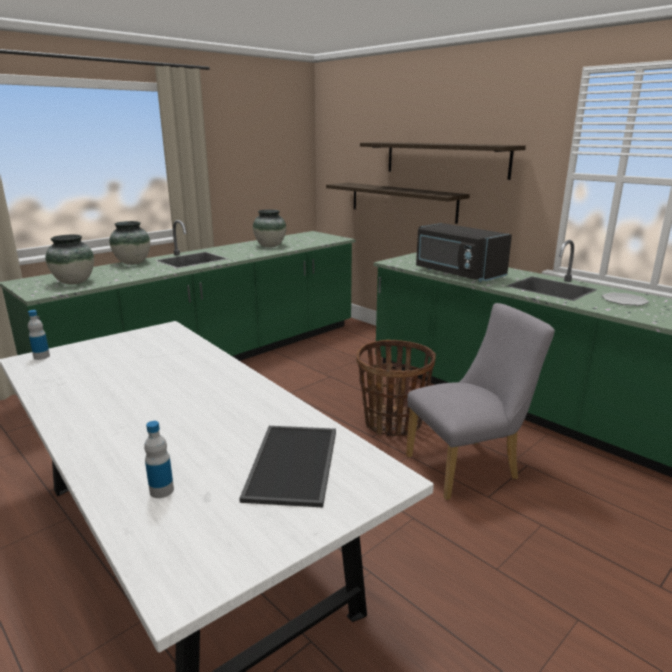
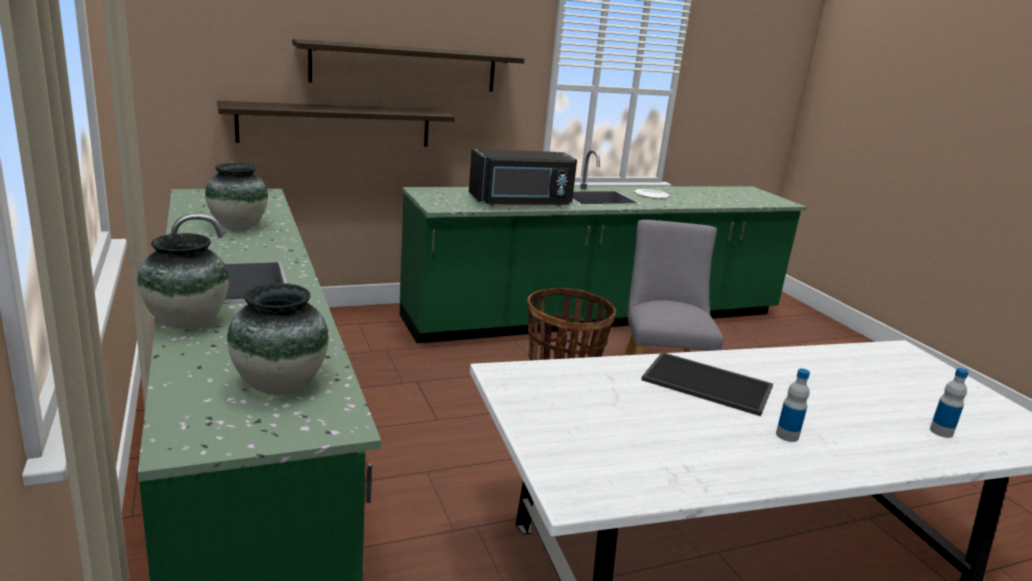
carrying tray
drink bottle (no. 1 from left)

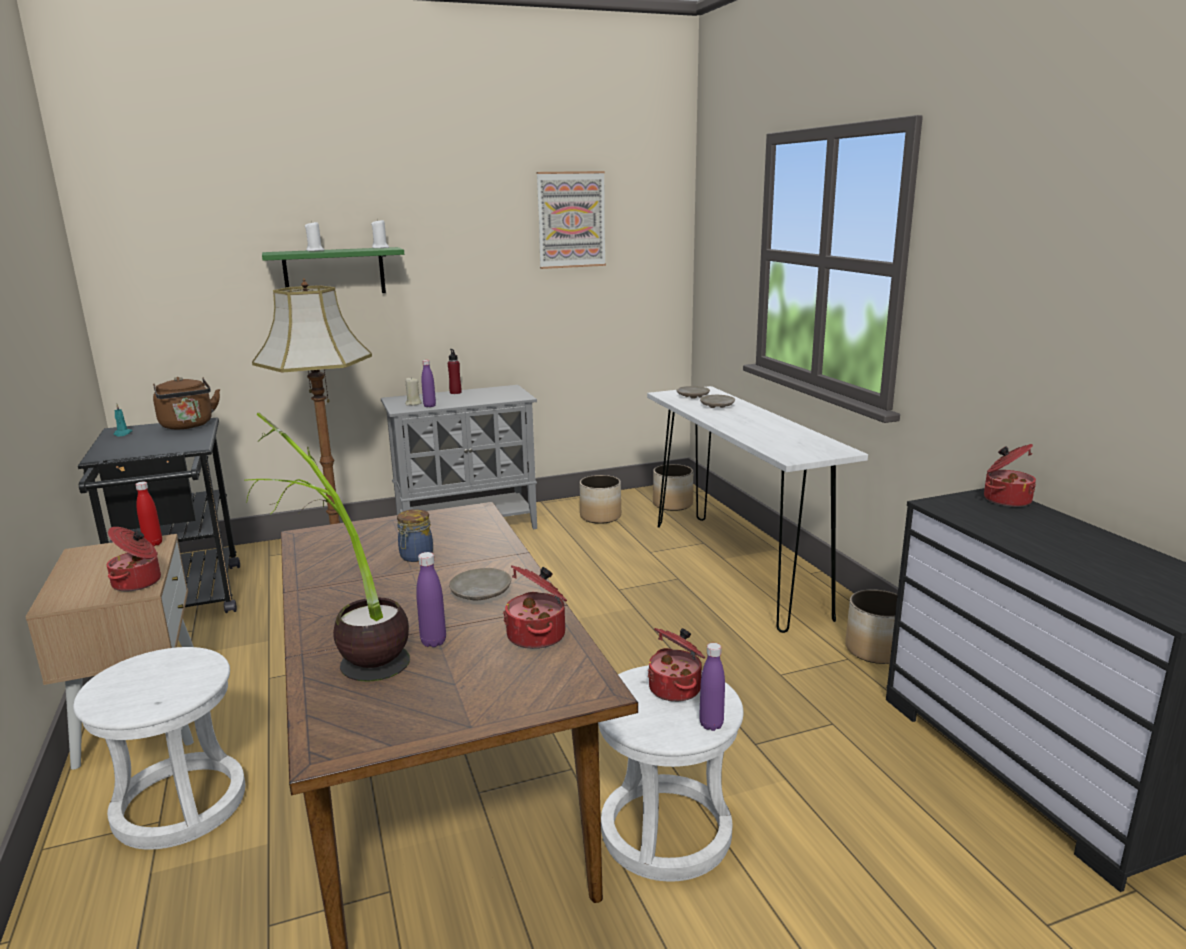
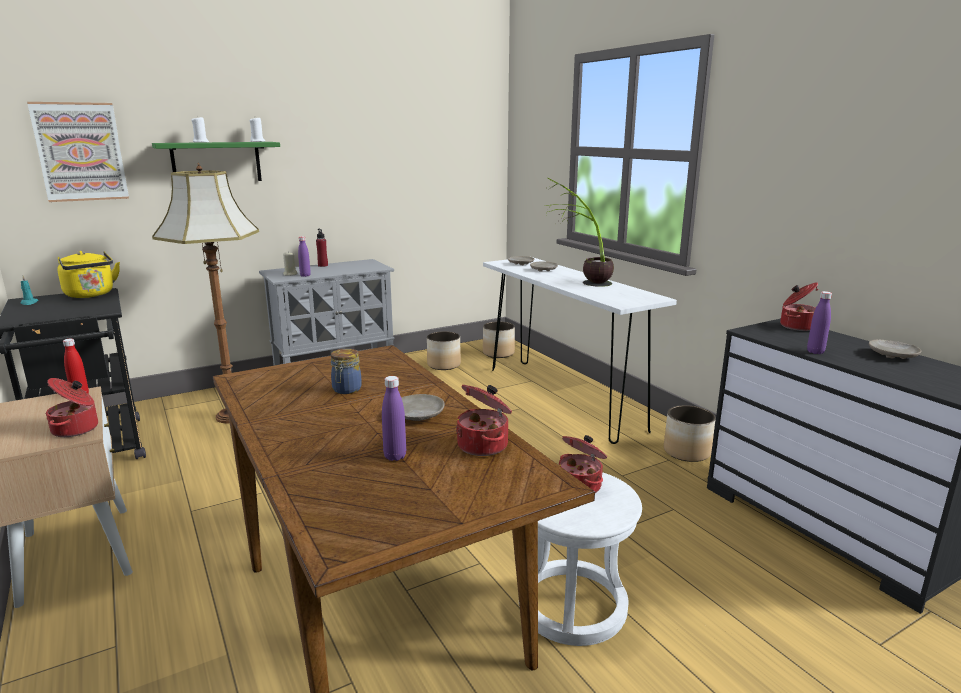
wall art
kettle (yellowish)
potted plant
drink bottle (purple-coloured) (no. 3 from left)
flat dish (beige) (no. 4 from left)
stool (whitish) (no. 1 from left in the first image)

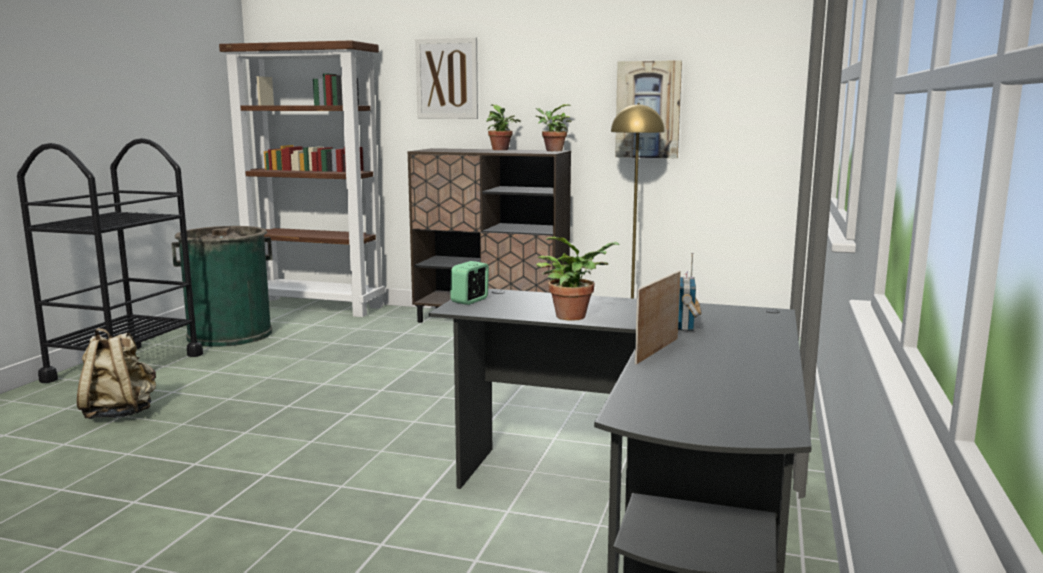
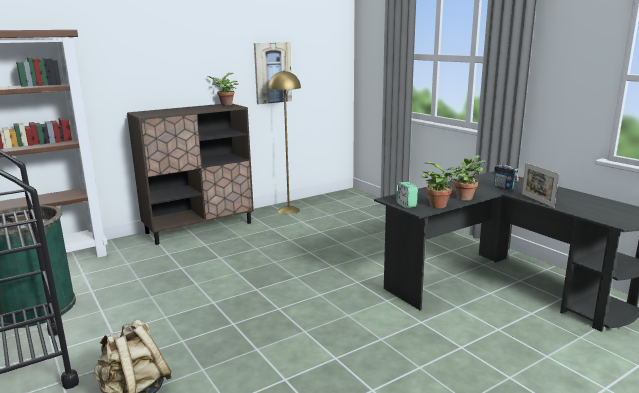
potted plant (no. 2 from left)
wall art (no. 1 from left in the first image)

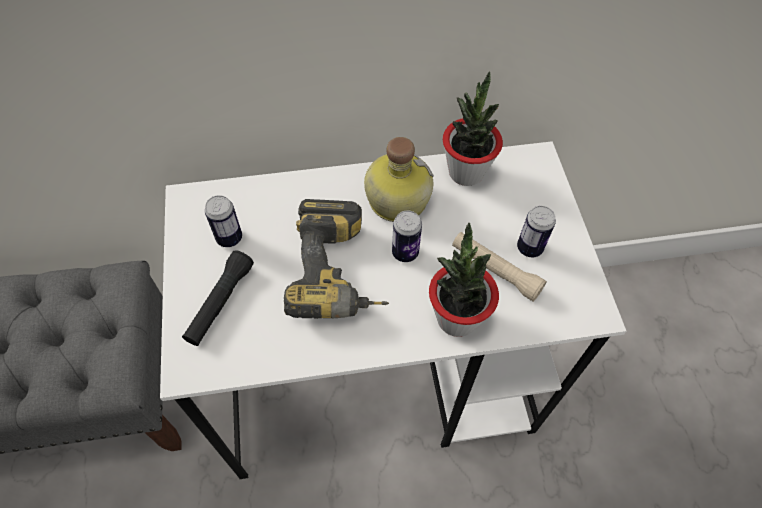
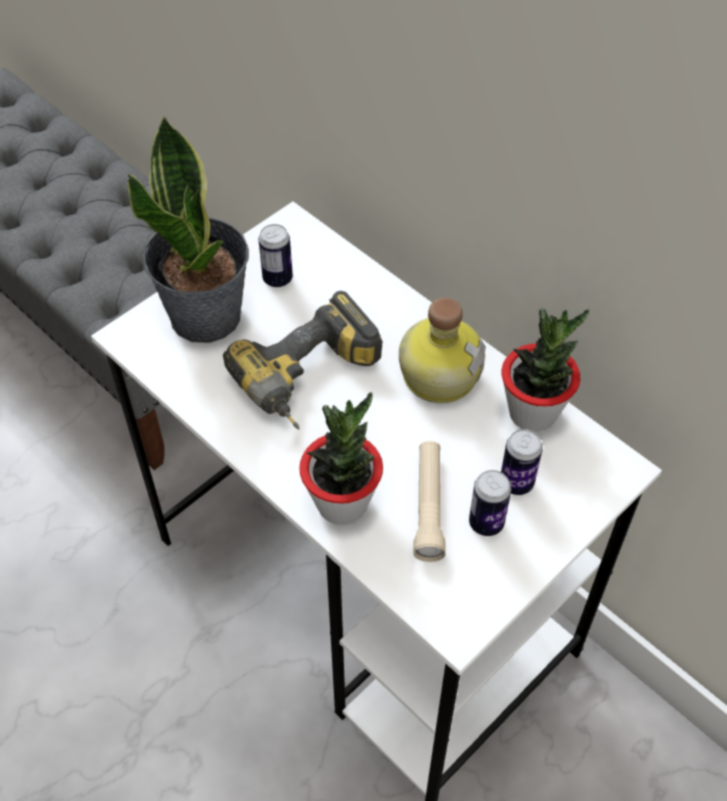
potted plant (no. 1 from left)
metal can (no. 3 from left)

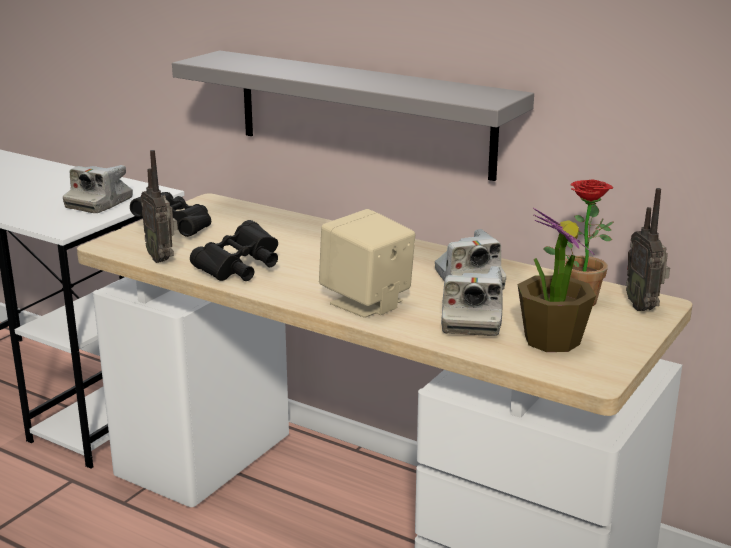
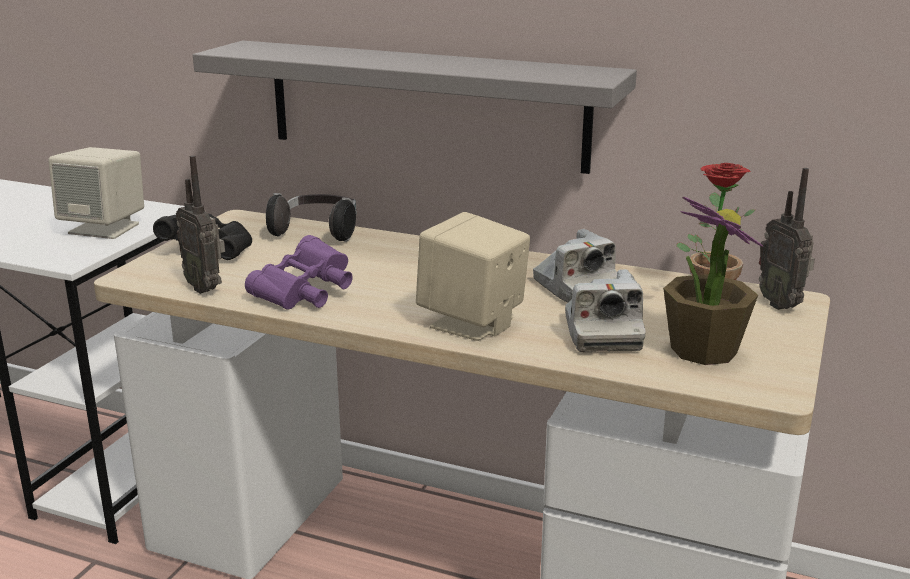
speaker (beige) (no. 1 from left)
binoculars (purple-coloured)
headset

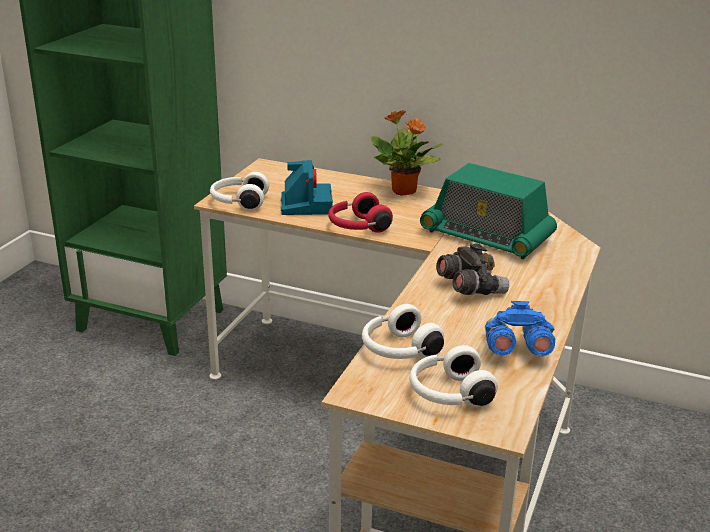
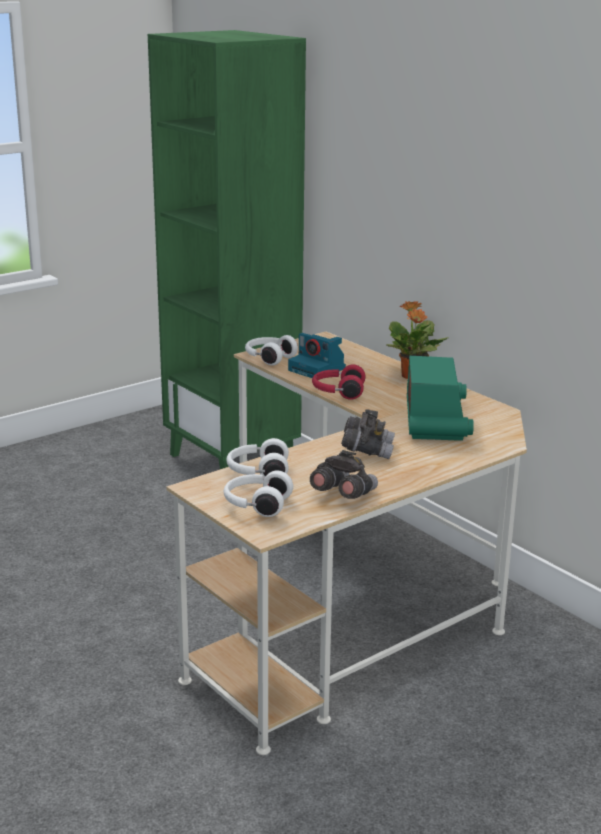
still camera
binoculars (greyish) (no. 1 from left)
radio set

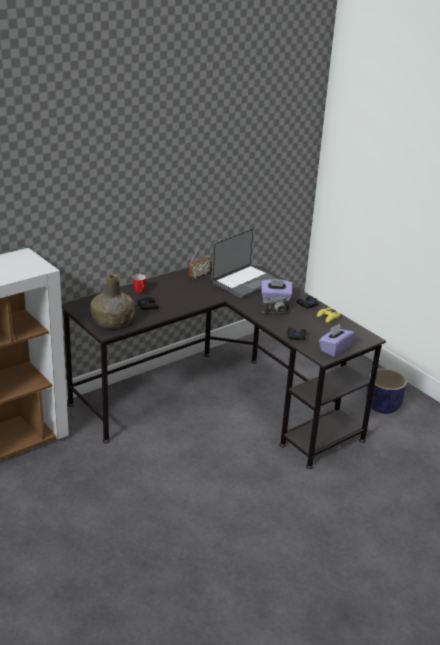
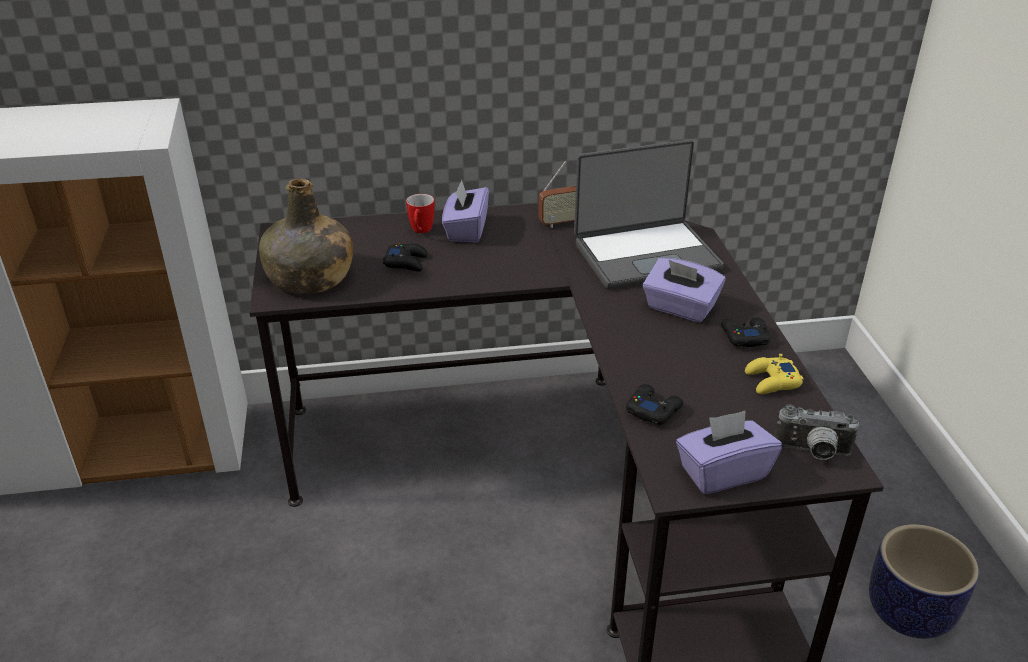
box of tissues (purple-coloured) (no. 1 from left)
still camera

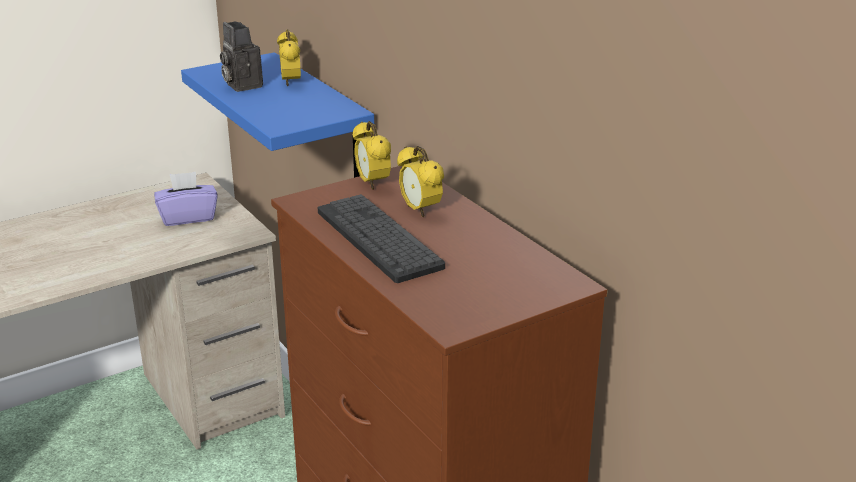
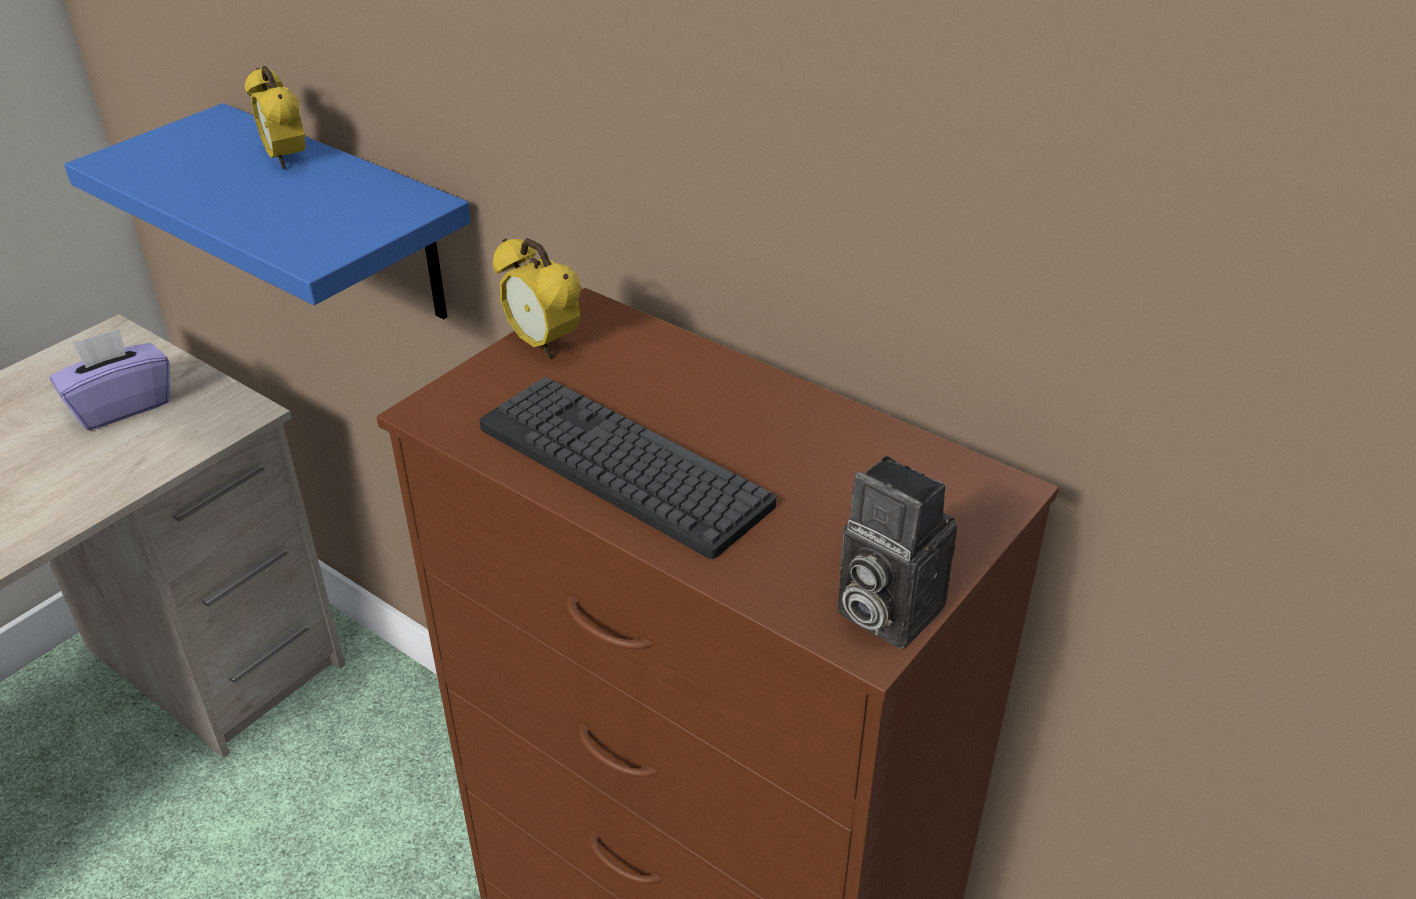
still camera
alarm clock (no. 3 from left in the first image)

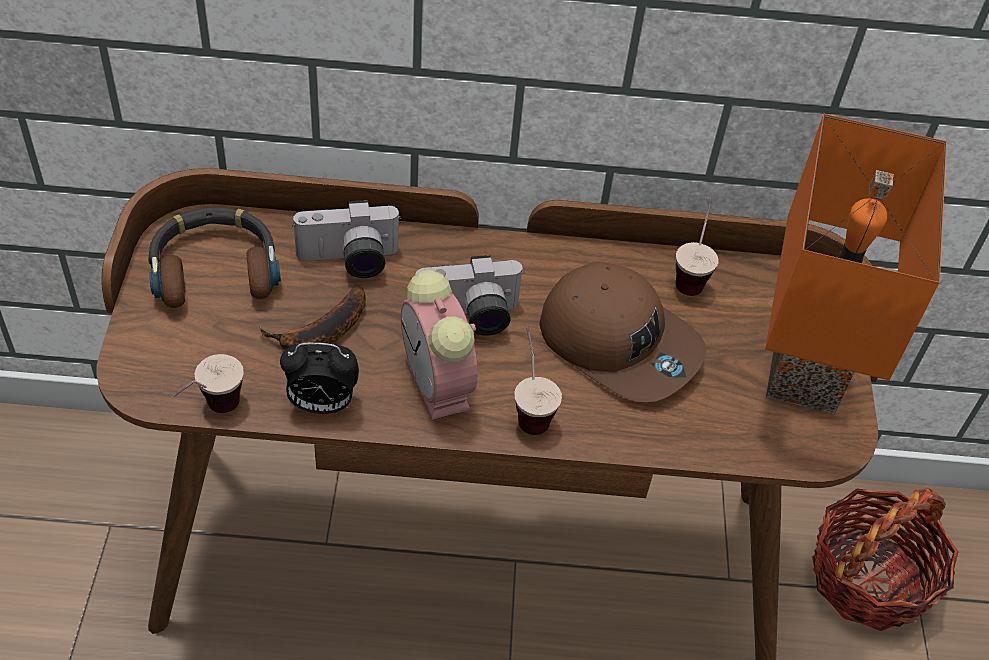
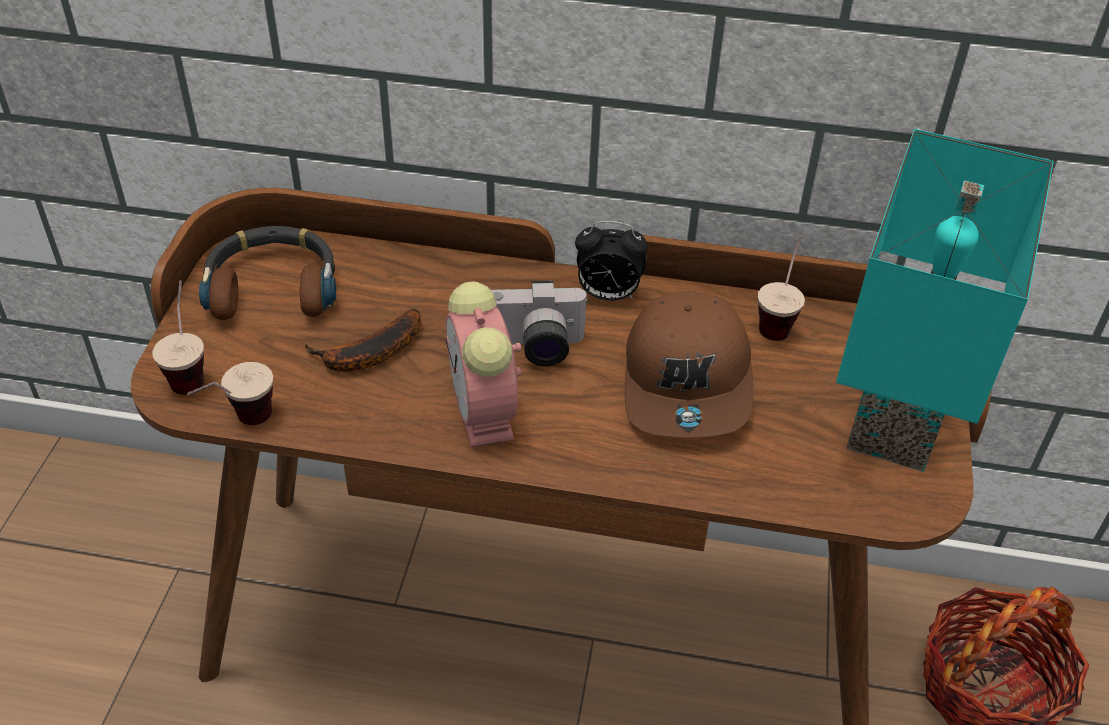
drinking cup (no. 1 from left)
alarm clock (no. 2 from left)
cap (brown-coloured)
lamp for a table (blue-green)
still camera (no. 1 from left in the first image)

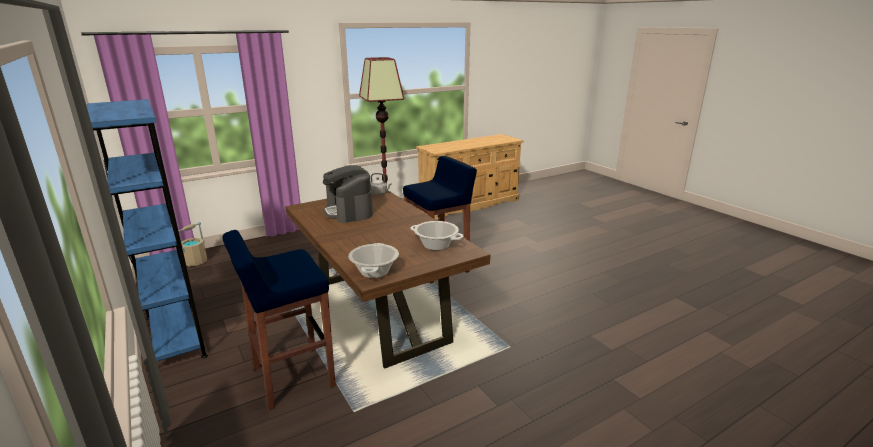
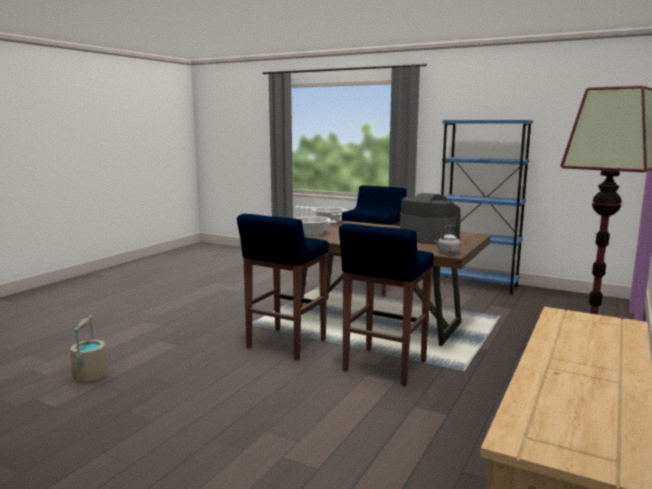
water bucket (beige)
stool (blue-coloured) (no. 1 from left)

